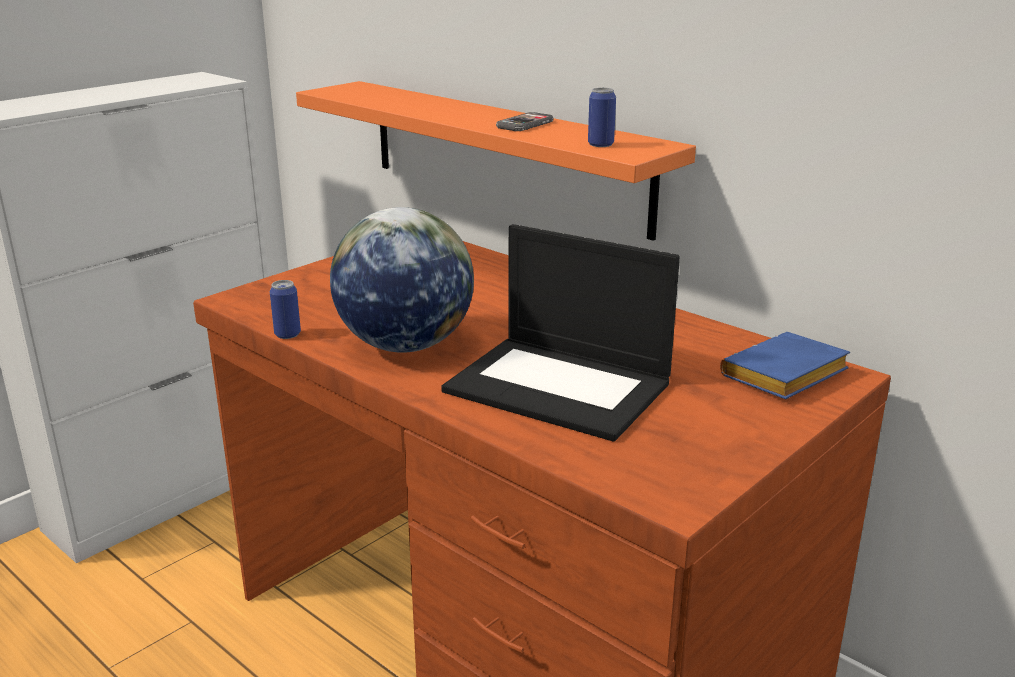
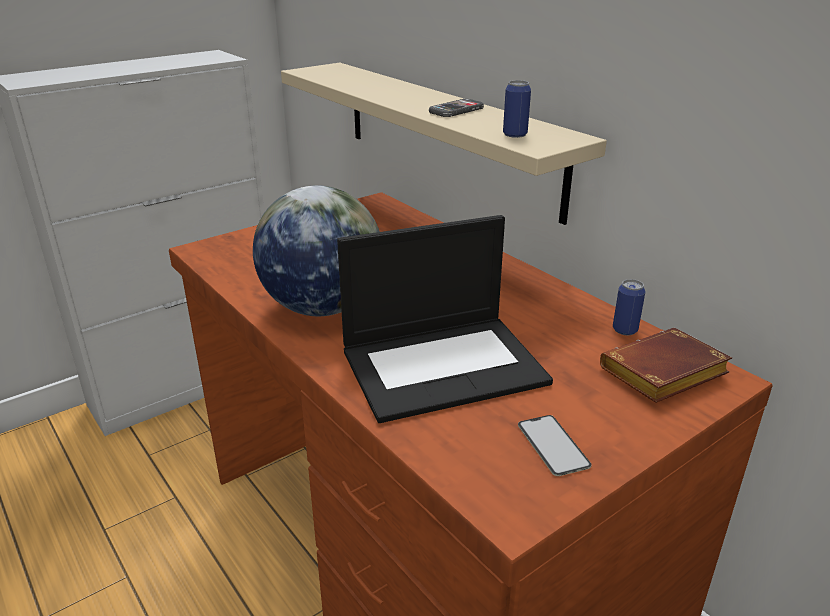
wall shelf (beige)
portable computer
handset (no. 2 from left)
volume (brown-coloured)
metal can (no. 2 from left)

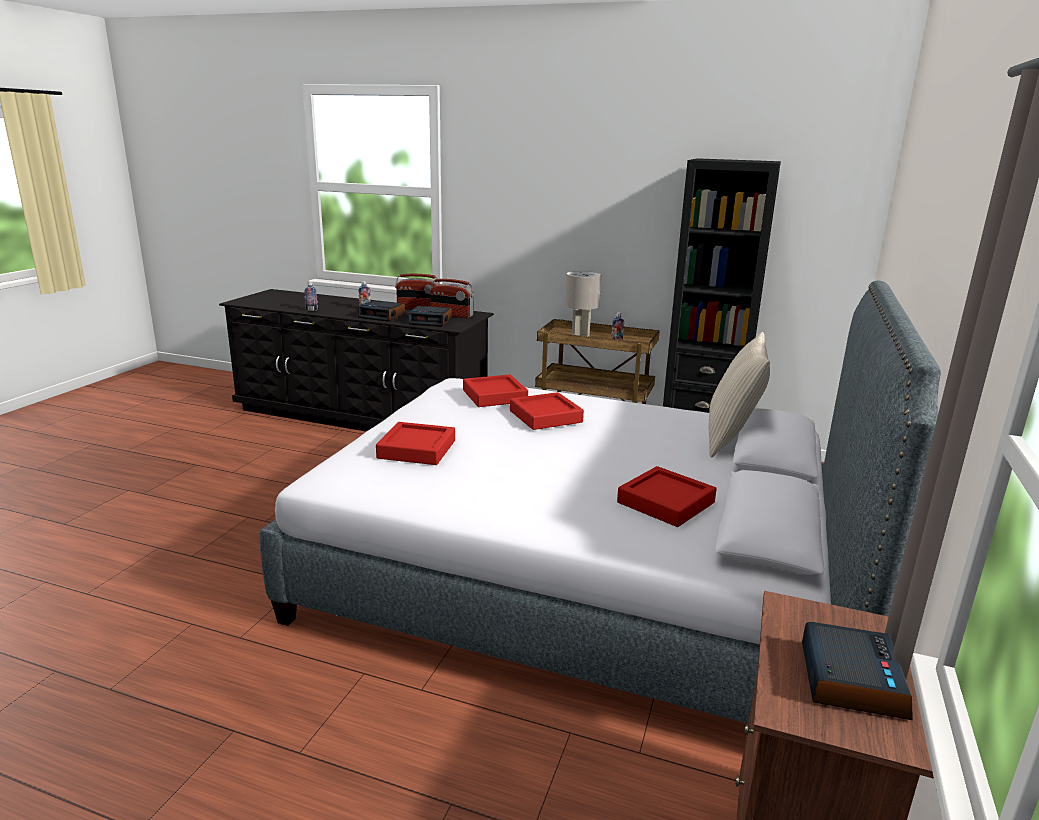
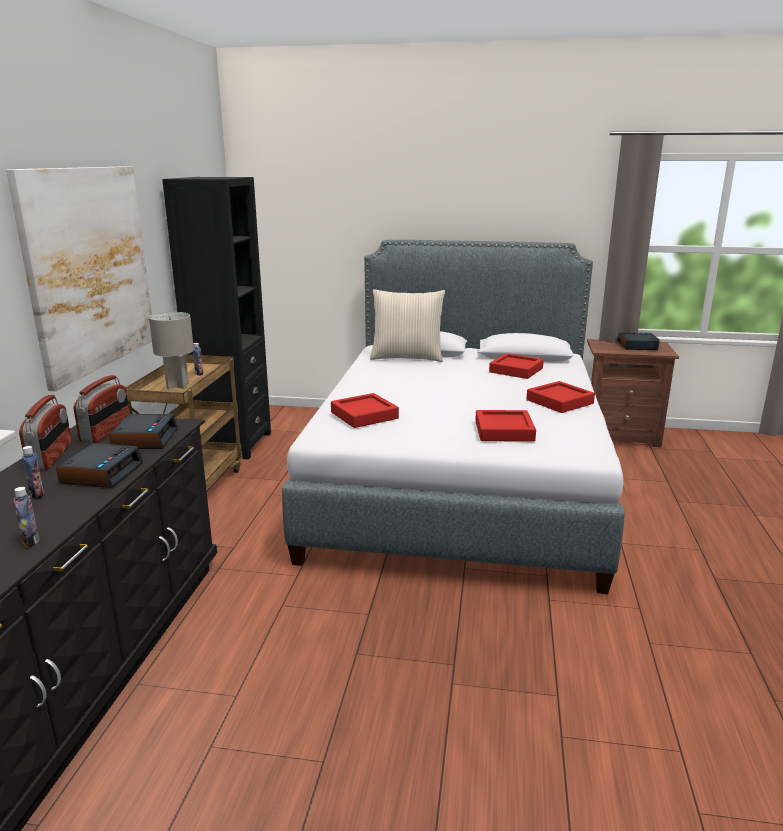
wall art
carrying tray (red-coloured) (no. 4 from left)

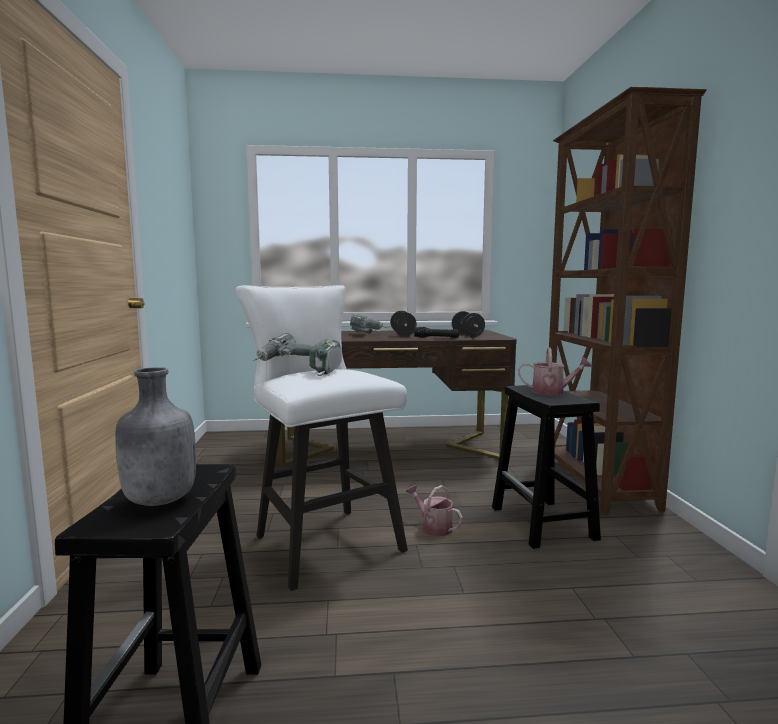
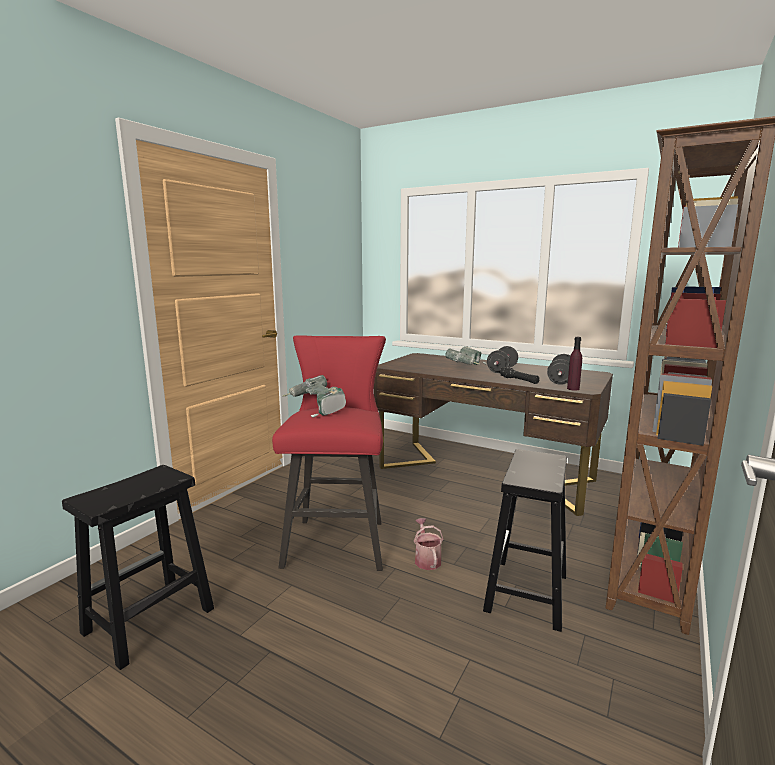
stool (red-coloured)
drink bottle (purple-coloured)
drink bottle (greyish)
watering can (no. 2 from left in the first image)

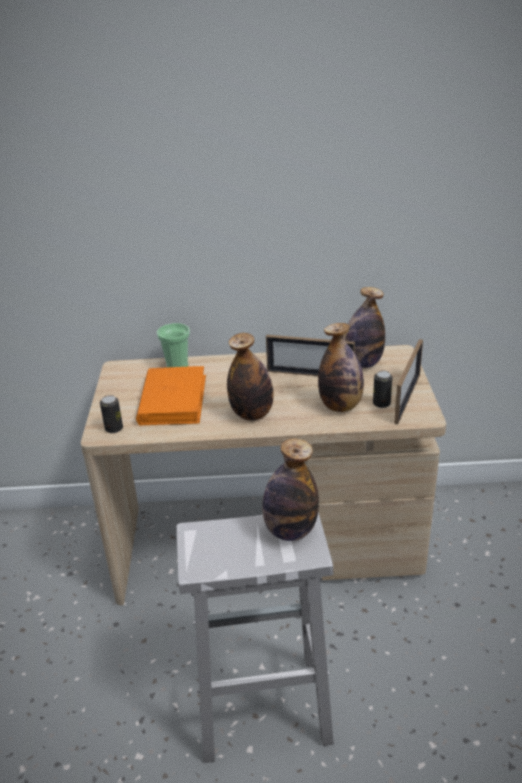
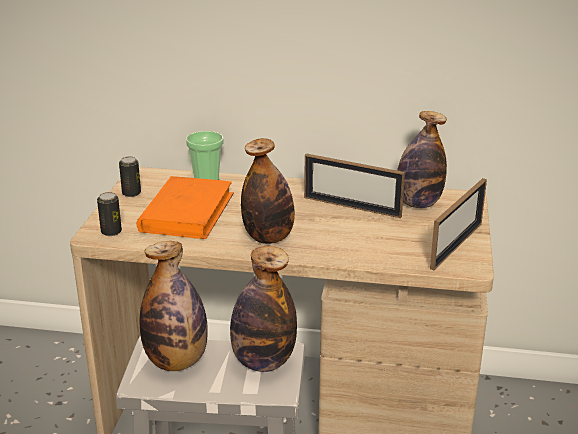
metal can (no. 2 from left)
drink bottle (no. 1 from left)

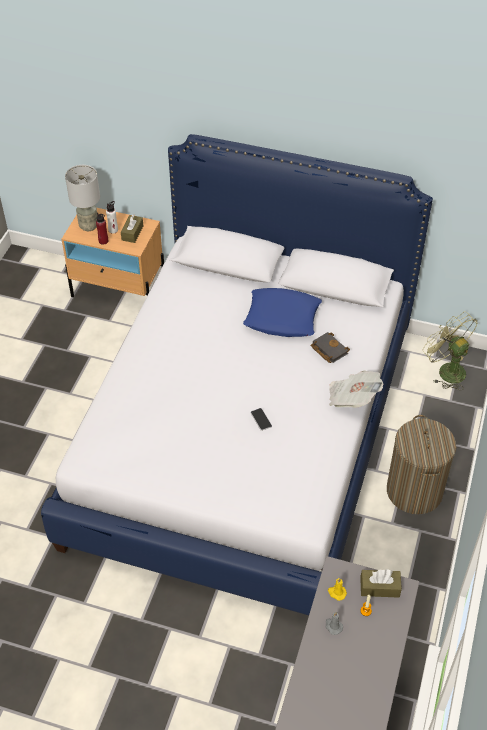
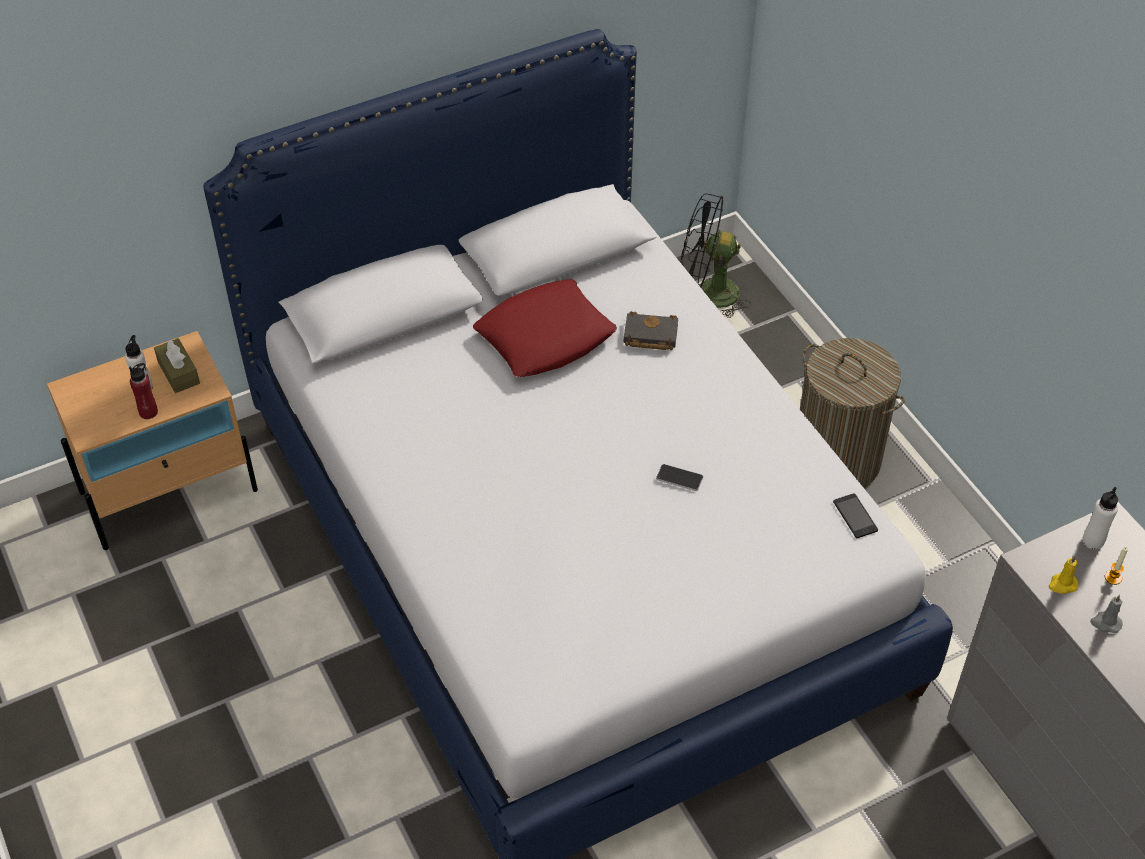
cushion (red-coloured)
electric fan (black)
handset (no. 2 from left)
drink bottle (whitish) (no. 2 from left)
lamp for a table (greyish)
daily paper

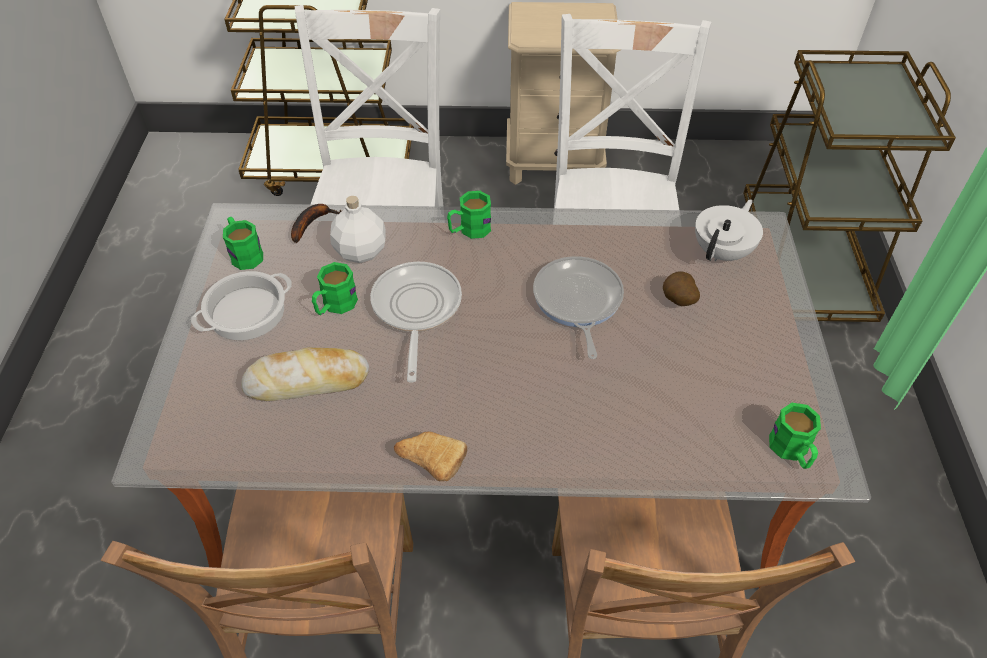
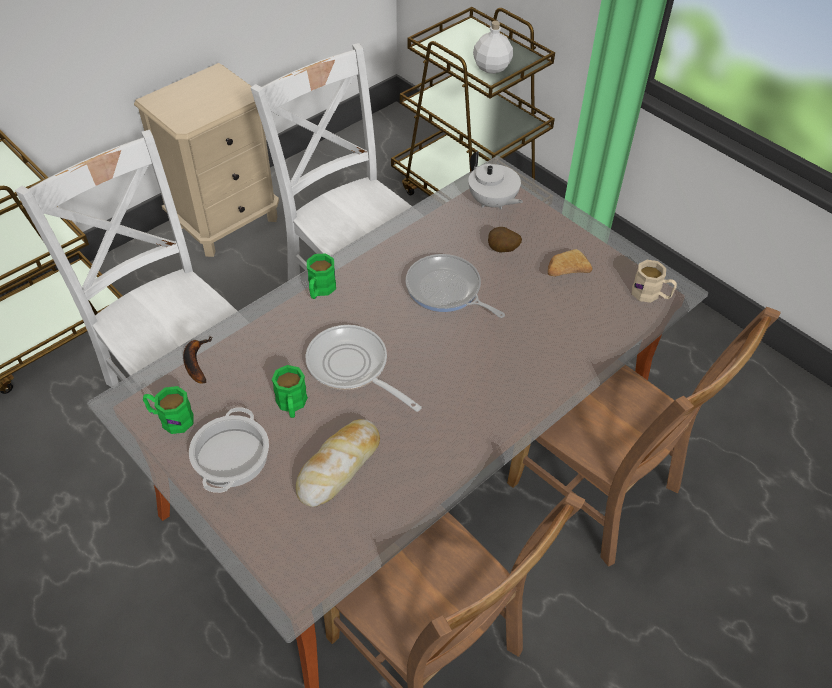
teapot (whitish)
drink bottle (whitish)
bread (no. 2 from left)
tea mug (beige)

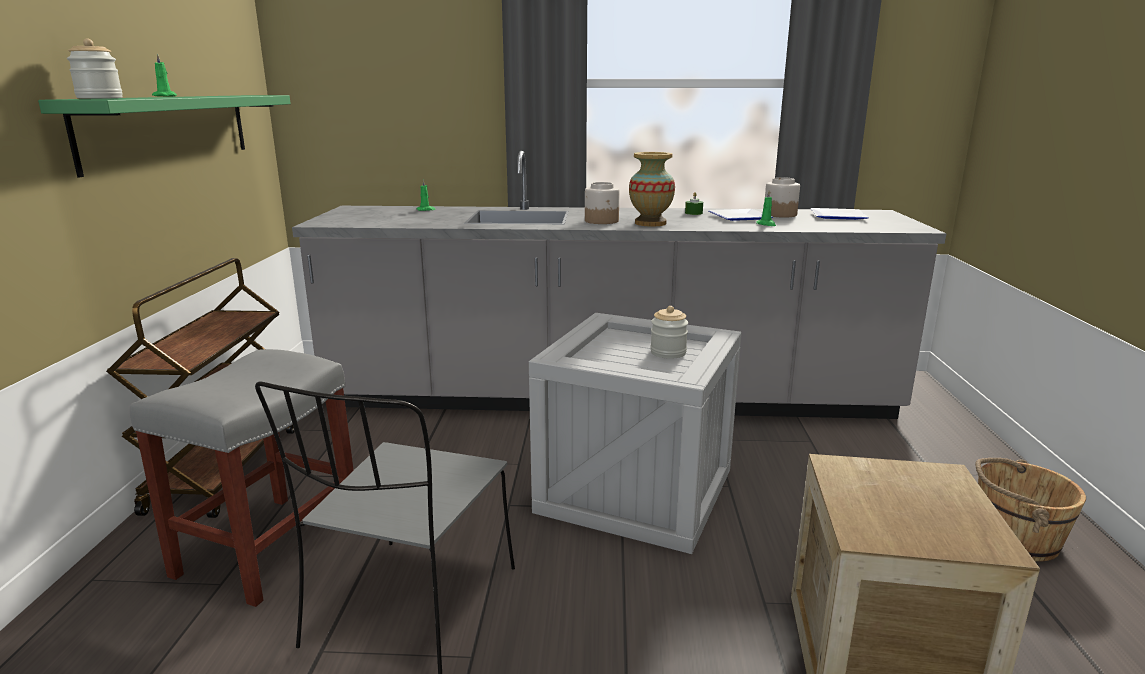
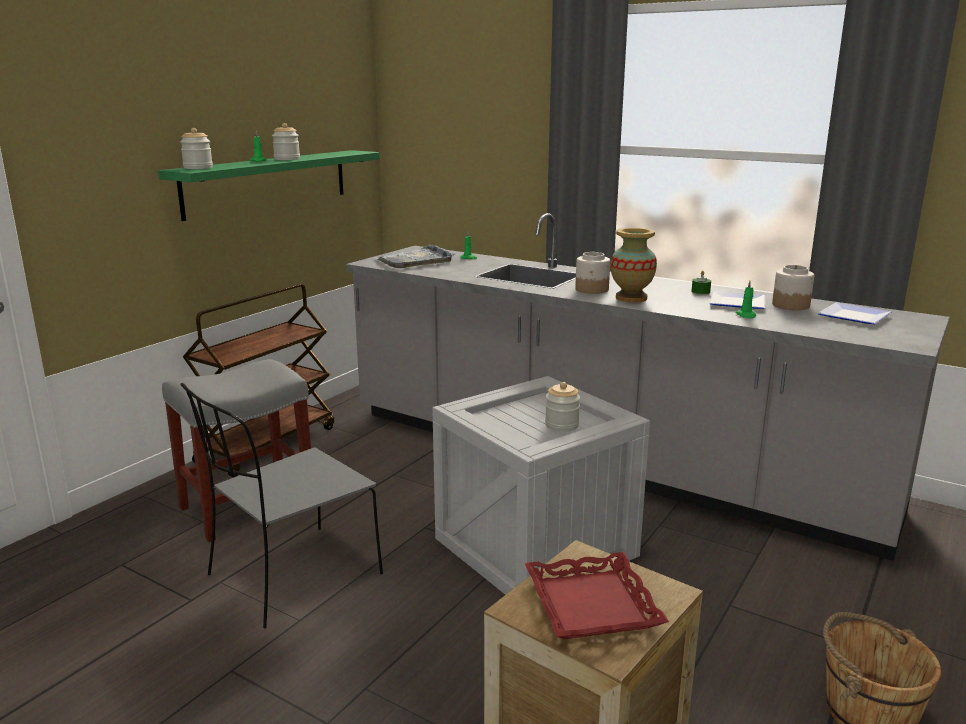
storage jar (no. 2 from left)
carrying tray (greyish)
carrying tray (red-coloured)

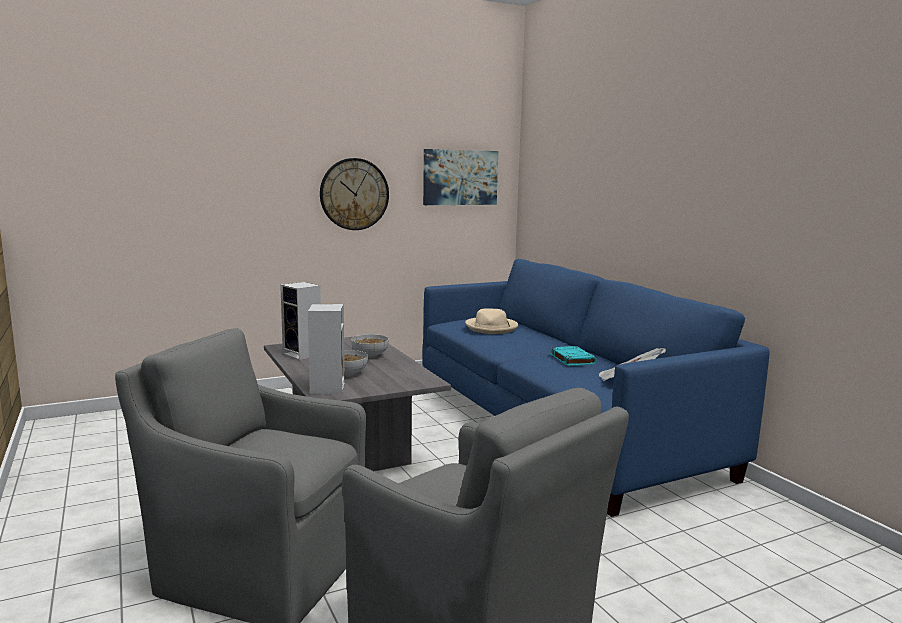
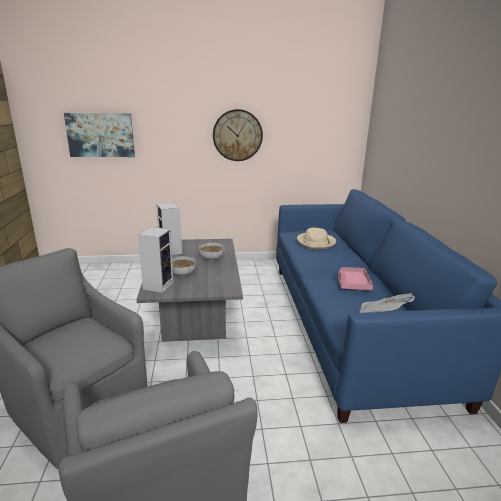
wall art
carrying tray (pink-coloured)

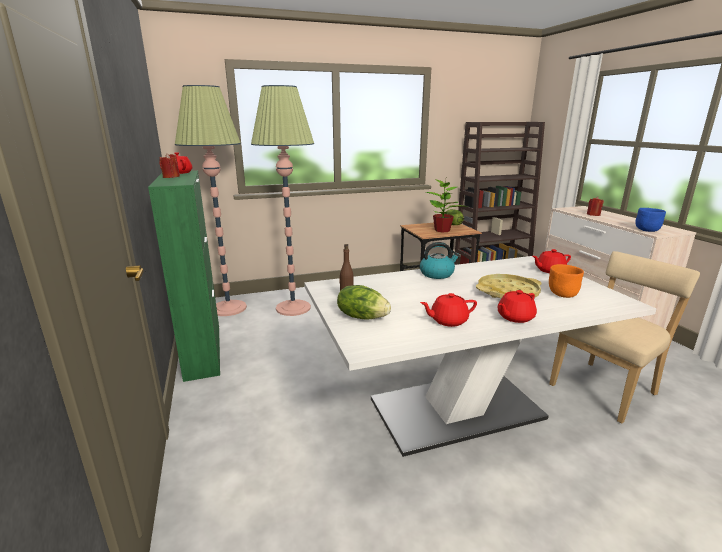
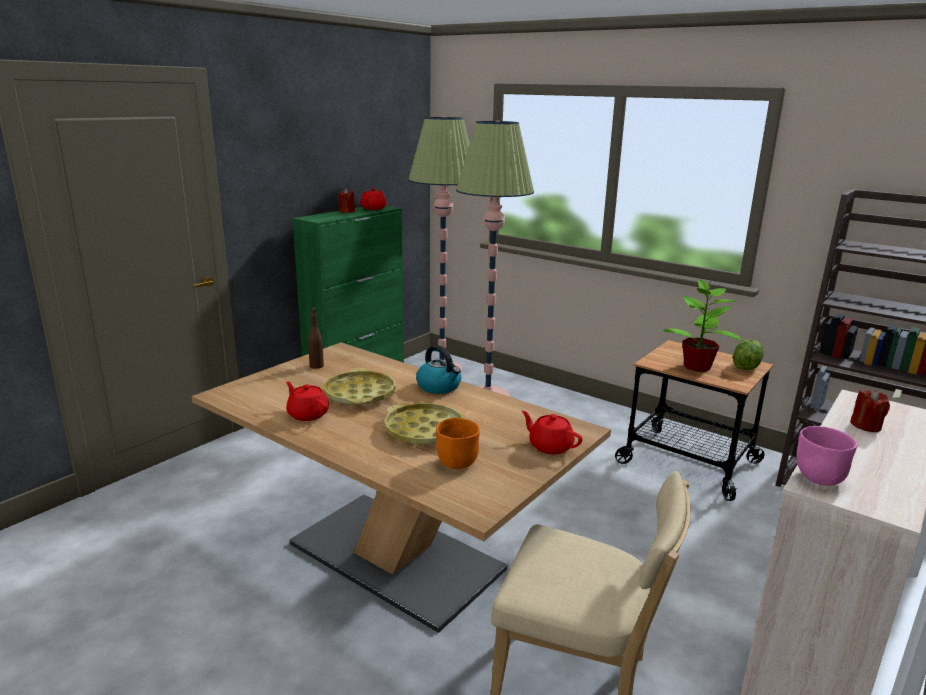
dinner table (brown-coloured)
carrying tray (yellowish) (no. 1 from left)
deep dish (pink-coloured)
head of lettuce (no. 1 from left in the first image)
teapot (red-coloured) (no. 3 from left in the first image)

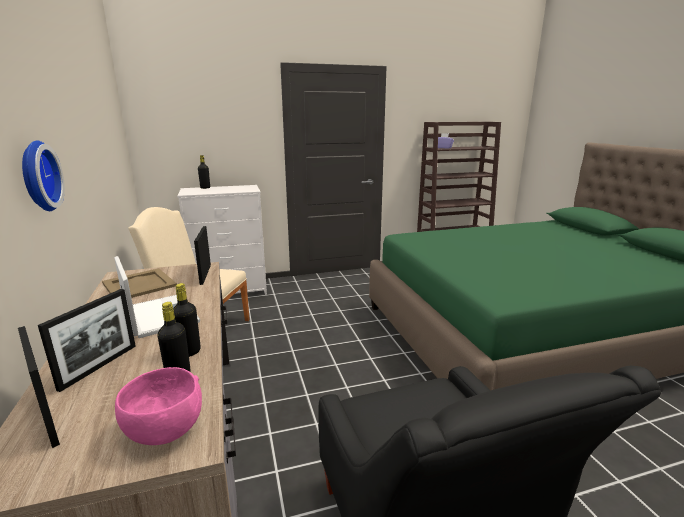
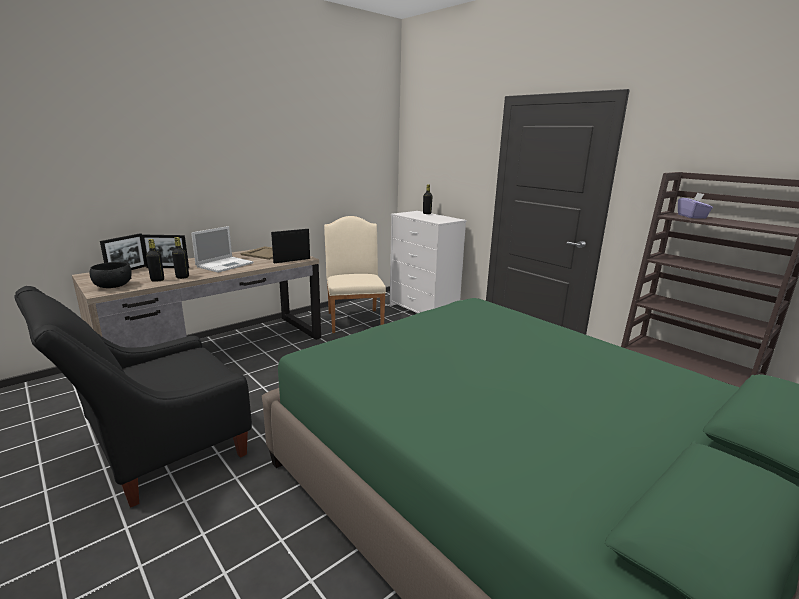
deep dish (black)
hanging clock

